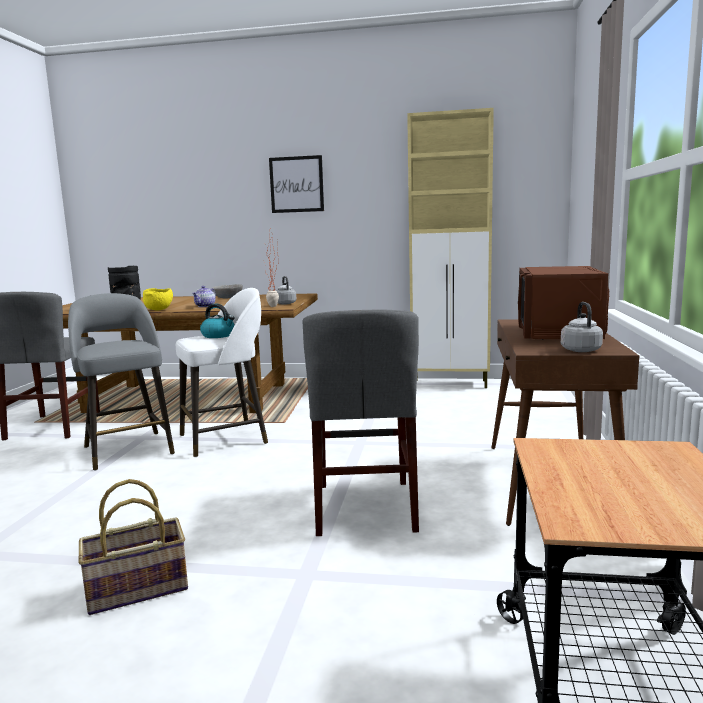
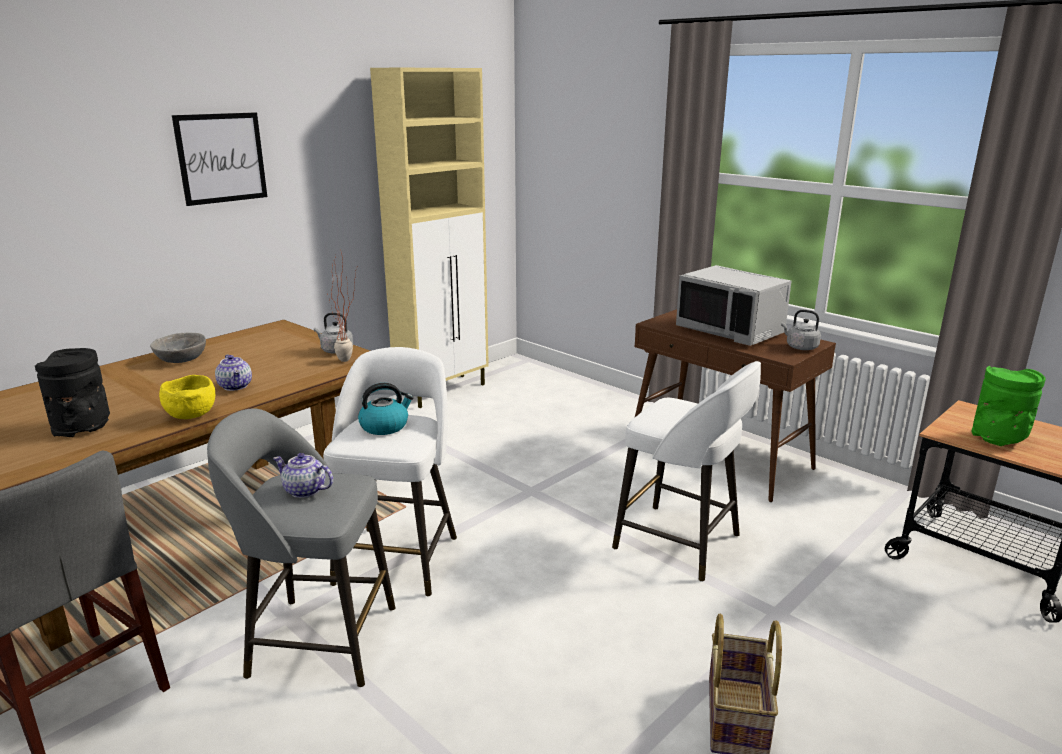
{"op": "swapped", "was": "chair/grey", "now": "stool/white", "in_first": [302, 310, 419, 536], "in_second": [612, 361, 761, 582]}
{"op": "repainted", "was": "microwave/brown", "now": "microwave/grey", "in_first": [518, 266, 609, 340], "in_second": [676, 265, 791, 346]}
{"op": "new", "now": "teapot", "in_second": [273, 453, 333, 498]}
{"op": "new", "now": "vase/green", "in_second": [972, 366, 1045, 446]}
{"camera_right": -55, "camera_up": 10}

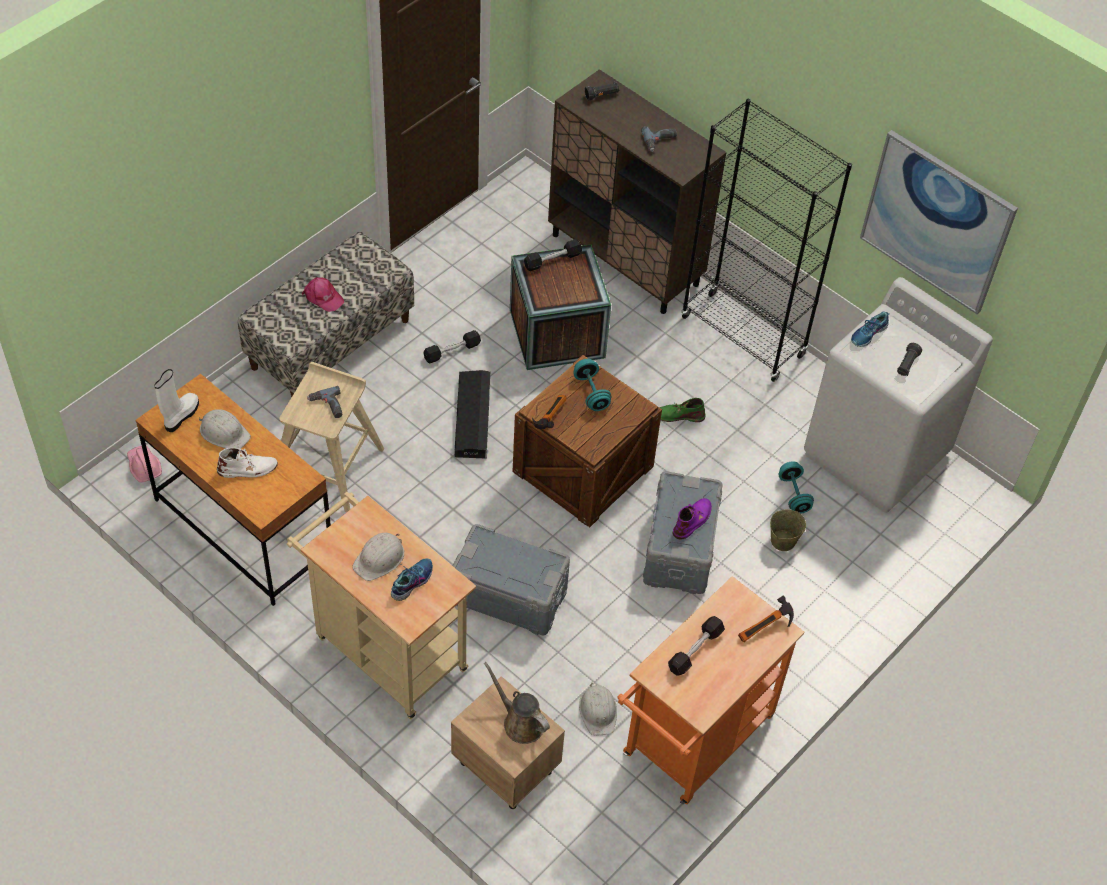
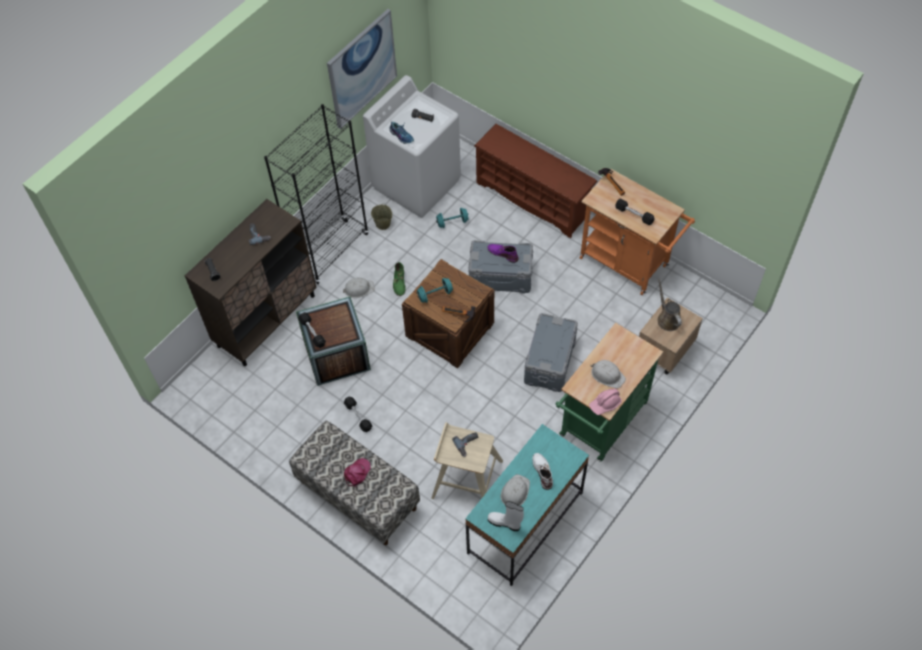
{"op": "shifted", "was": "hard hat/pink", "in_first": [127, 446, 162, 482], "in_second": [589, 389, 622, 415]}
{"op": "repainted", "was": "desk/brown", "now": "desk/turquoise", "in_first": [135, 374, 331, 606], "in_second": [465, 424, 589, 586]}
{"op": "repainted", "was": "cart/beige", "now": "cart/green", "in_first": [287, 492, 476, 719], "in_second": [556, 323, 663, 462]}
{"op": "gone", "was": "shoe", "in_first": [391, 558, 433, 601]}
{"op": "gone", "was": "storage box/black", "in_first": [455, 370, 490, 459]}
{"op": "rotated", "was": "watering can/brown", "in_first": [484, 662, 550, 744], "in_second": [658, 279, 682, 331], "clockwise": 120}
{"op": "shifted", "was": "hard hat/white", "in_first": [579, 683, 617, 735], "in_second": [343, 277, 375, 298]}
{"op": "shifted", "was": "bucket/beige", "in_first": [770, 509, 806, 551], "in_second": [371, 205, 392, 230]}
{"op": "new", "now": "shoe rack/brown", "in_second": [474, 124, 598, 238]}
{"camera_right": -90, "camera_up": 5}

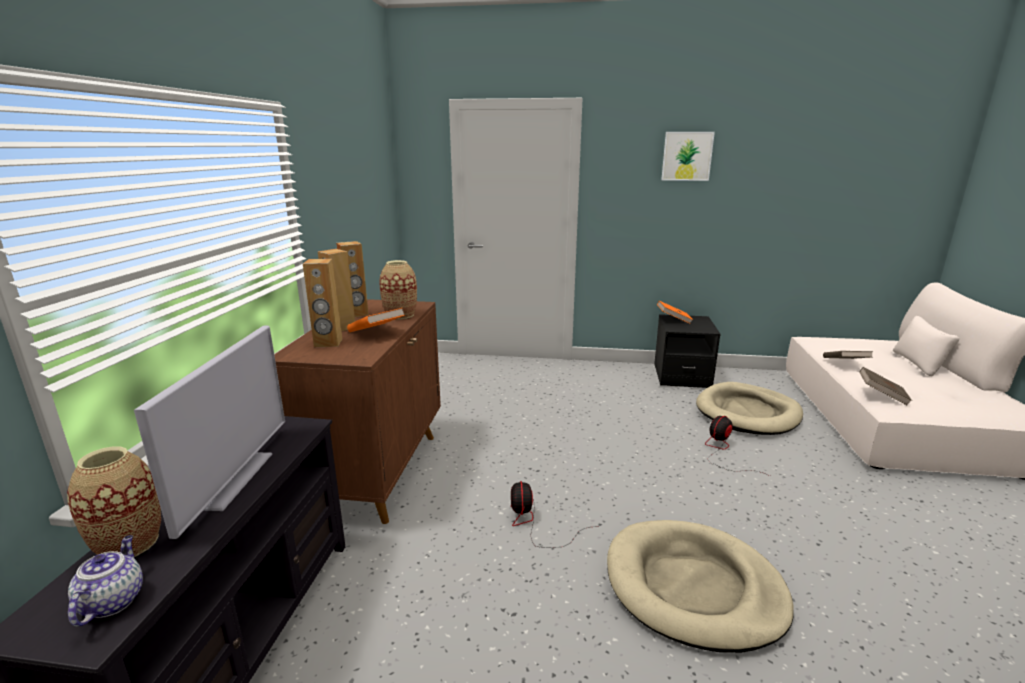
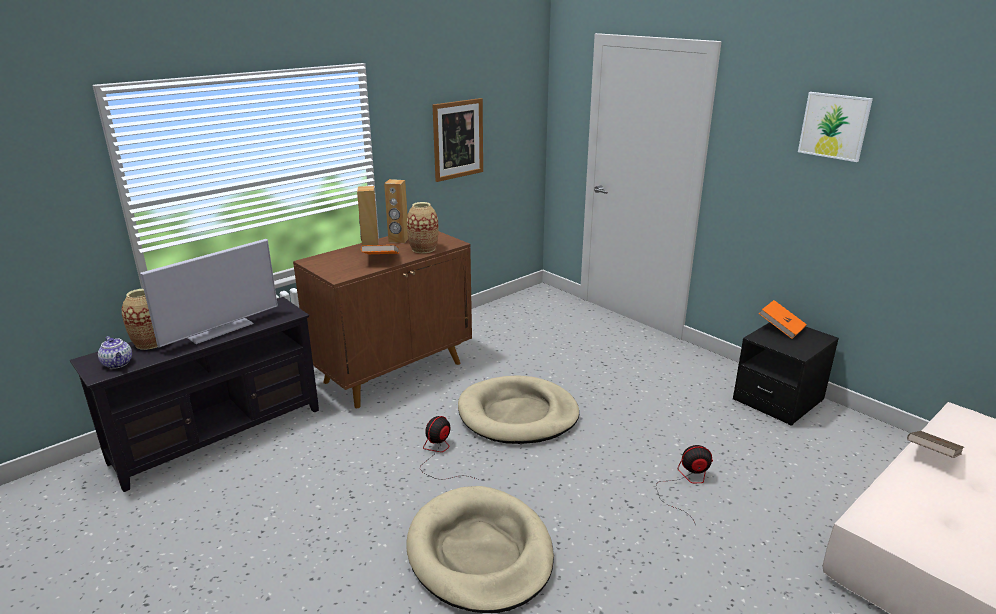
{"op": "rotated", "was": "teapot", "in_first": [68, 535, 143, 627], "in_second": [98, 336, 132, 369], "clockwise": 105}
{"op": "gone", "was": "speaker/brown", "in_first": [303, 259, 343, 347]}
{"op": "shifted", "was": "dog bed/beige", "in_first": [696, 382, 803, 435], "in_second": [458, 375, 579, 444]}
{"op": "gone", "was": "book/brown", "in_first": [859, 367, 912, 406]}
{"op": "new", "now": "picture", "in_second": [433, 98, 483, 182]}
{"camera_right": 40, "camera_up": 5}

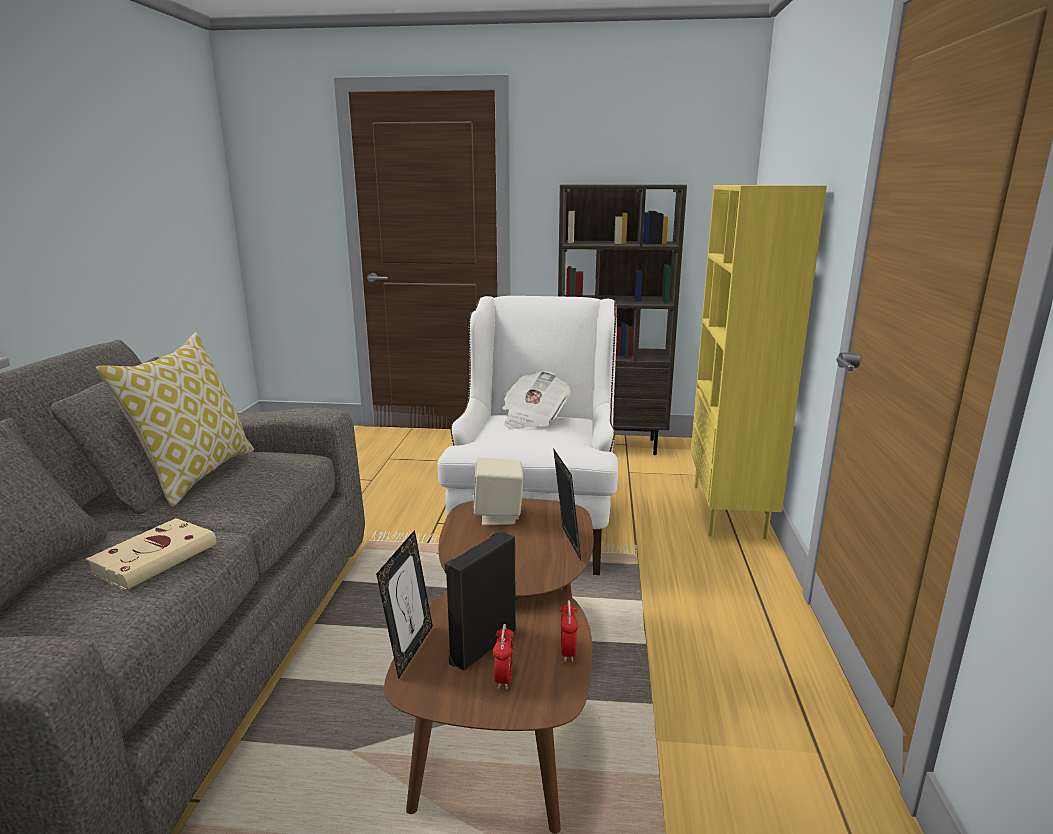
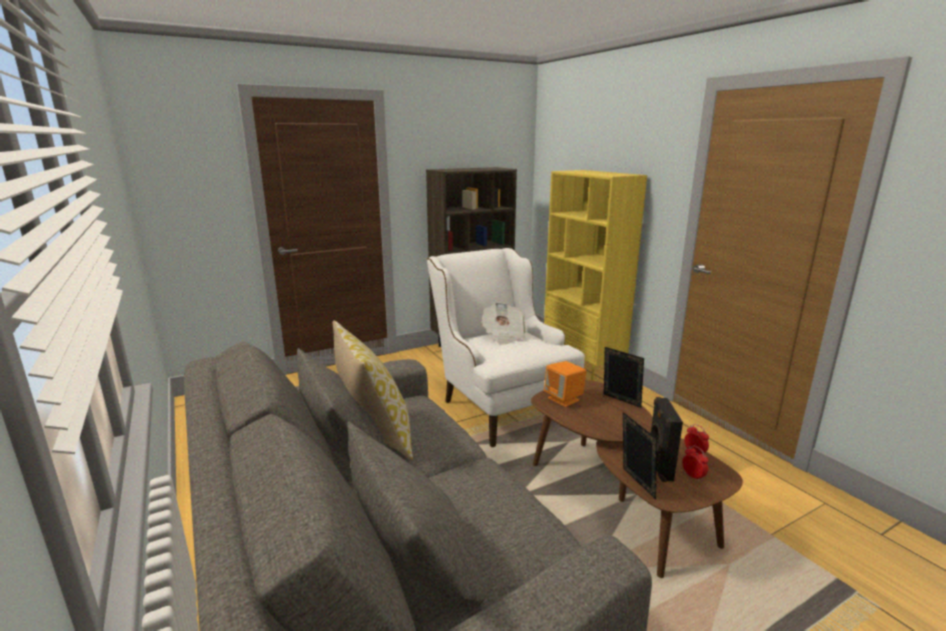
{"op": "gone", "was": "book/beige", "in_first": [86, 518, 218, 590]}
{"op": "repainted", "was": "speaker/beige", "now": "speaker/orange", "in_first": [473, 457, 524, 526], "in_second": [544, 361, 586, 407]}
{"camera_right": -35, "camera_up": 0}

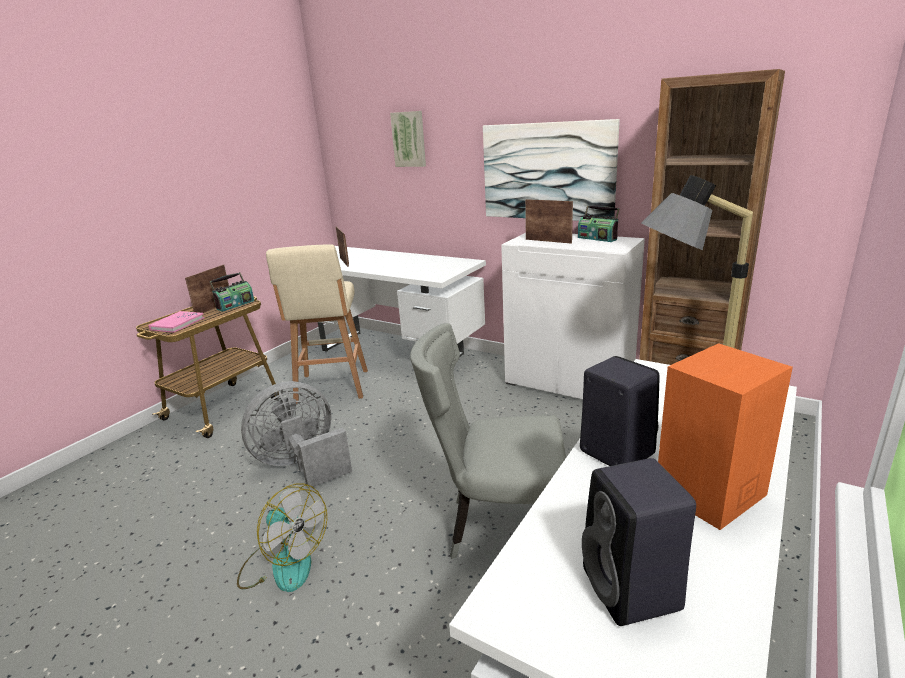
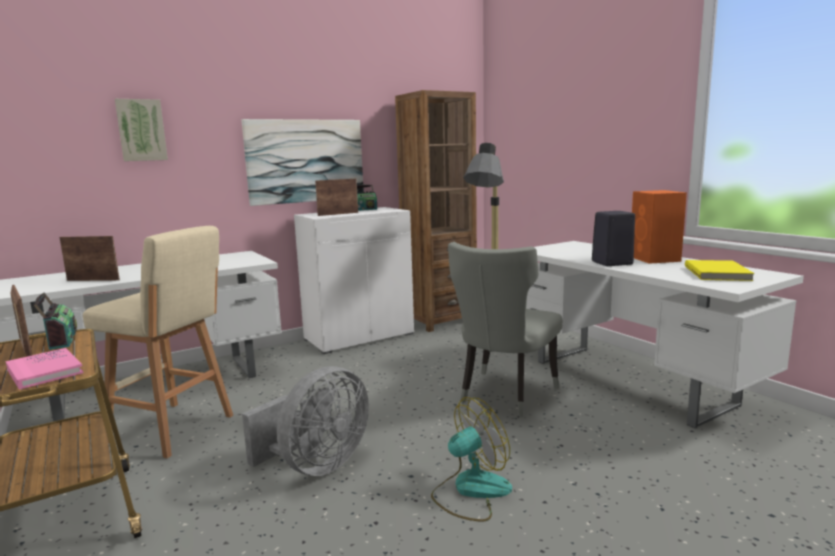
{"op": "rotated", "was": "fan/grey", "in_first": [241, 381, 352, 488], "in_second": [242, 366, 369, 476], "clockwise": -135}
{"op": "swapped", "was": "speaker/black", "now": "book/yellow", "in_first": [582, 458, 696, 626], "in_second": [685, 260, 754, 281]}
{"camera_right": -65, "camera_up": -10}

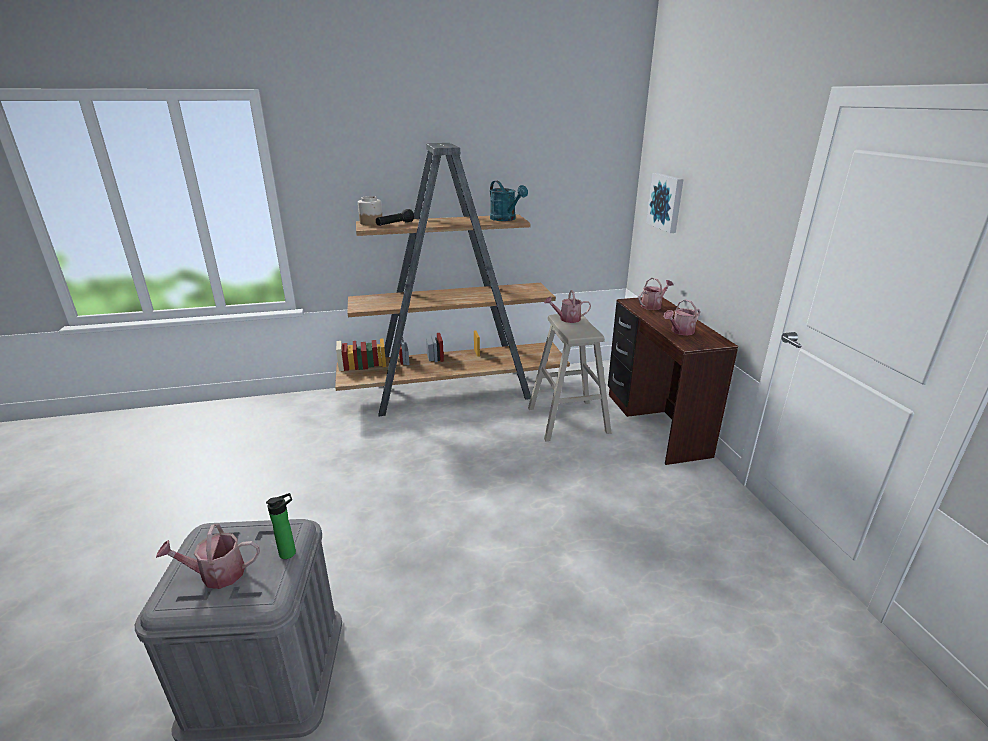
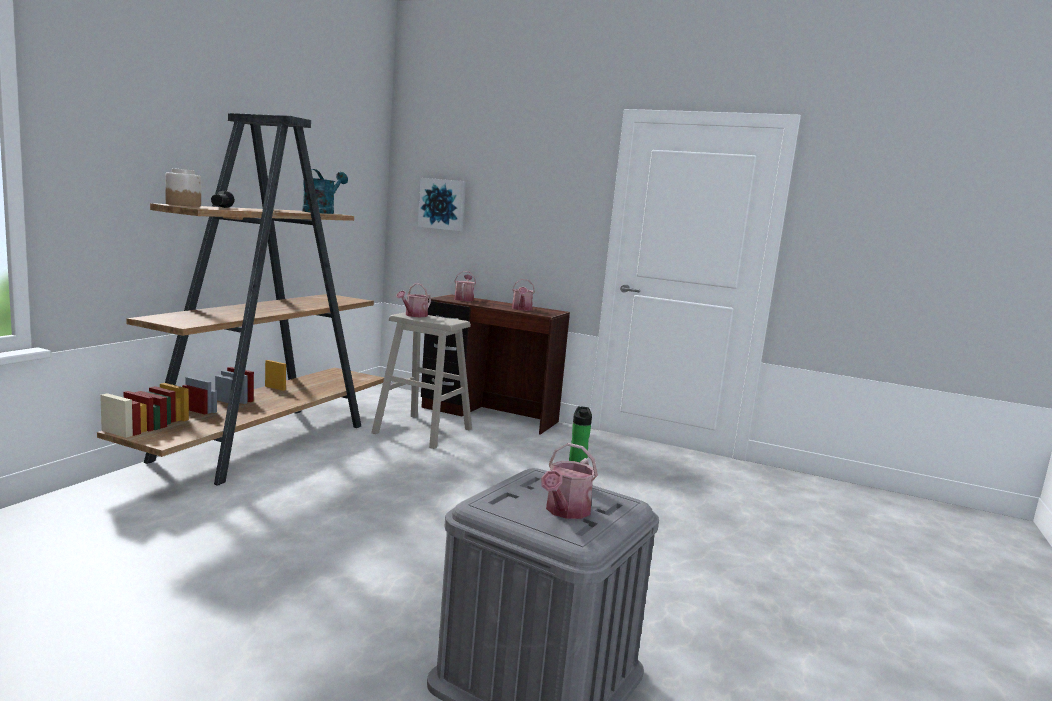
{"op": "rotated", "was": "watering can/turquoise", "in_first": [490, 181, 528, 221], "in_second": [302, 169, 348, 214], "clockwise": -75}
{"camera_right": -55, "camera_up": -15}

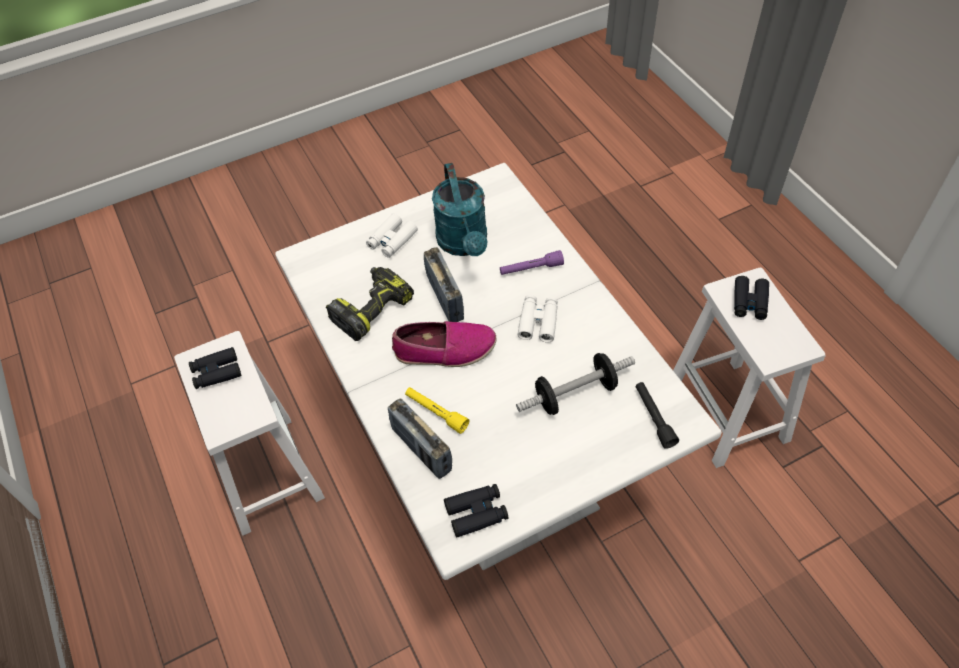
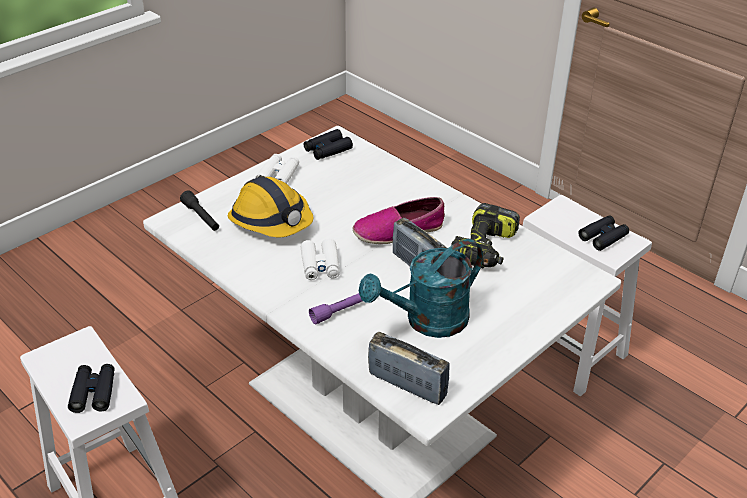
{"op": "shifted", "was": "binoculars/white", "in_first": [366, 213, 418, 258], "in_second": [255, 154, 299, 184]}
{"op": "shifted", "was": "radio", "in_first": [388, 398, 452, 479], "in_second": [368, 332, 450, 405]}
{"op": "gone", "was": "flashlight/yellow", "in_first": [405, 387, 469, 434]}
{"op": "rotated", "was": "watering can/turquoise", "in_first": [432, 163, 488, 256], "in_second": [359, 239, 483, 338], "clockwise": -90}
{"op": "swapped", "was": "dumbbell", "now": "hard hat", "in_first": [516, 353, 635, 415], "in_second": [228, 177, 313, 237]}
{"camera_right": 160, "camera_up": -15}

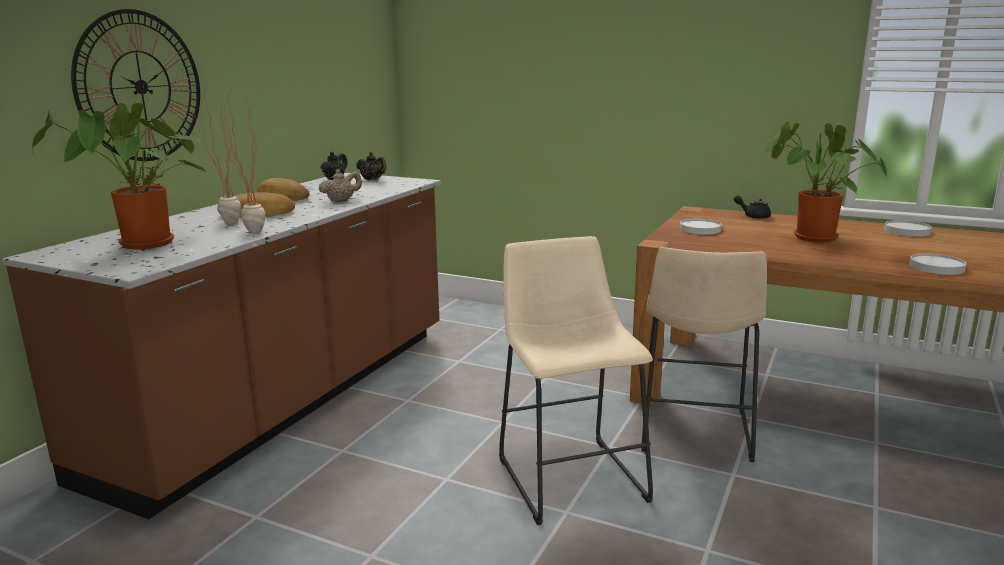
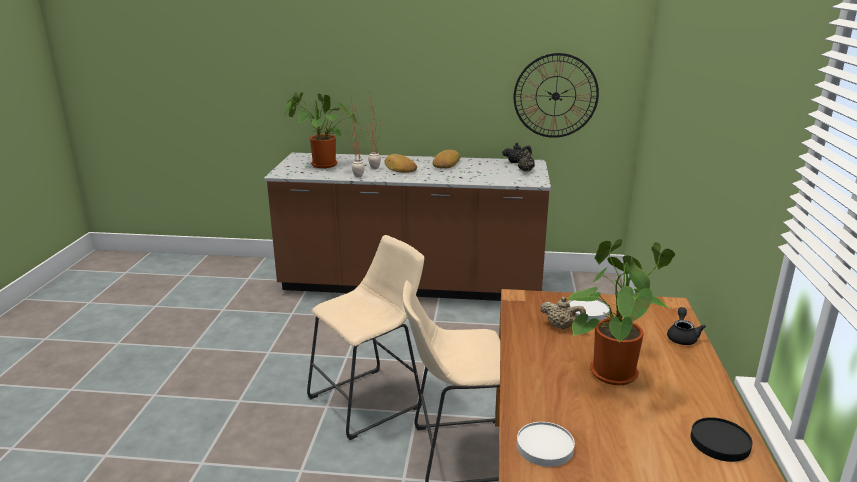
{"op": "shifted", "was": "wall clock", "in_first": [71, 9, 200, 161], "in_second": [514, 53, 599, 138]}
{"op": "shifted", "was": "teapot/beige", "in_first": [319, 169, 362, 202], "in_second": [540, 297, 586, 329]}
{"op": "repainted", "was": "plate/white", "now": "plate/black", "in_first": [884, 220, 932, 236], "in_second": [691, 417, 753, 462]}
{"camera_right": 70, "camera_up": 5}

